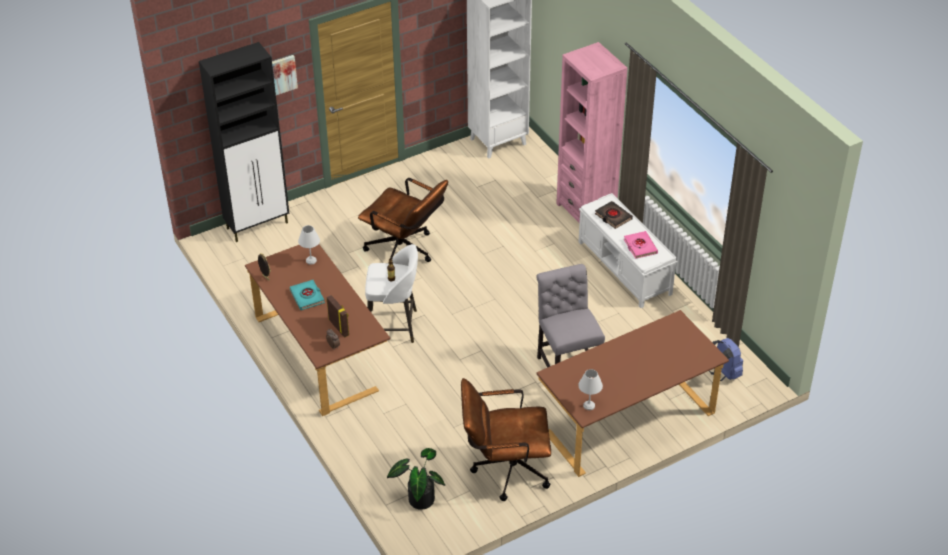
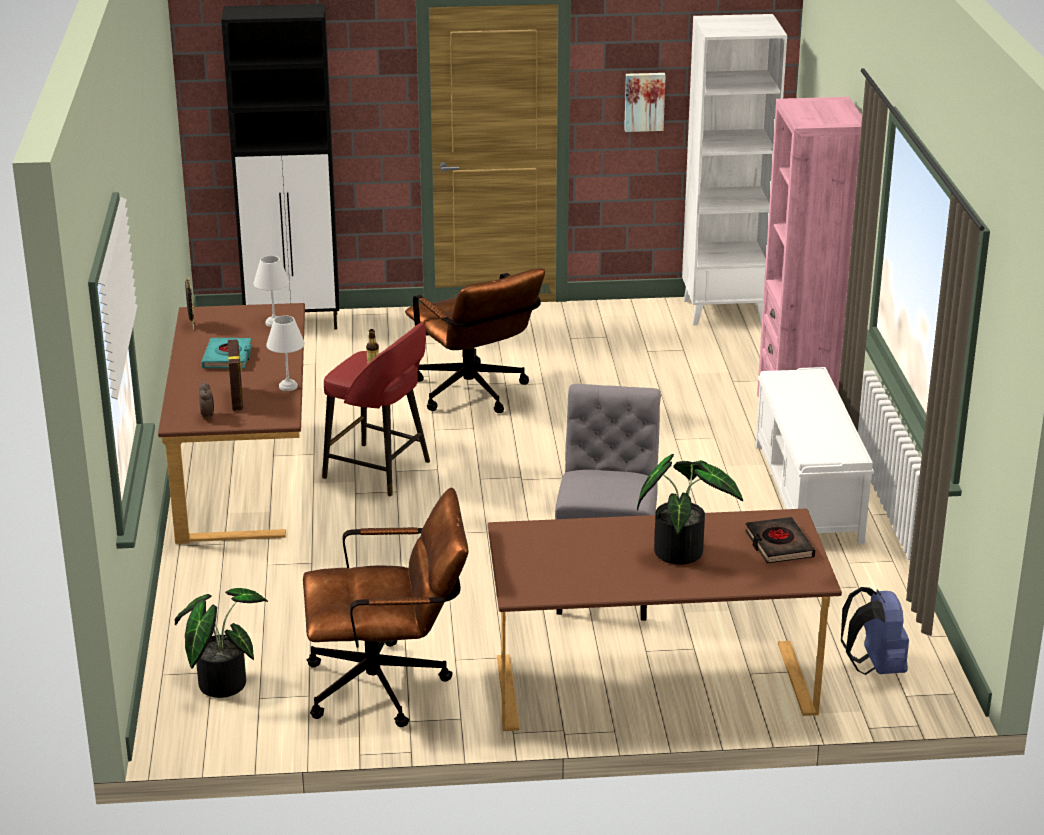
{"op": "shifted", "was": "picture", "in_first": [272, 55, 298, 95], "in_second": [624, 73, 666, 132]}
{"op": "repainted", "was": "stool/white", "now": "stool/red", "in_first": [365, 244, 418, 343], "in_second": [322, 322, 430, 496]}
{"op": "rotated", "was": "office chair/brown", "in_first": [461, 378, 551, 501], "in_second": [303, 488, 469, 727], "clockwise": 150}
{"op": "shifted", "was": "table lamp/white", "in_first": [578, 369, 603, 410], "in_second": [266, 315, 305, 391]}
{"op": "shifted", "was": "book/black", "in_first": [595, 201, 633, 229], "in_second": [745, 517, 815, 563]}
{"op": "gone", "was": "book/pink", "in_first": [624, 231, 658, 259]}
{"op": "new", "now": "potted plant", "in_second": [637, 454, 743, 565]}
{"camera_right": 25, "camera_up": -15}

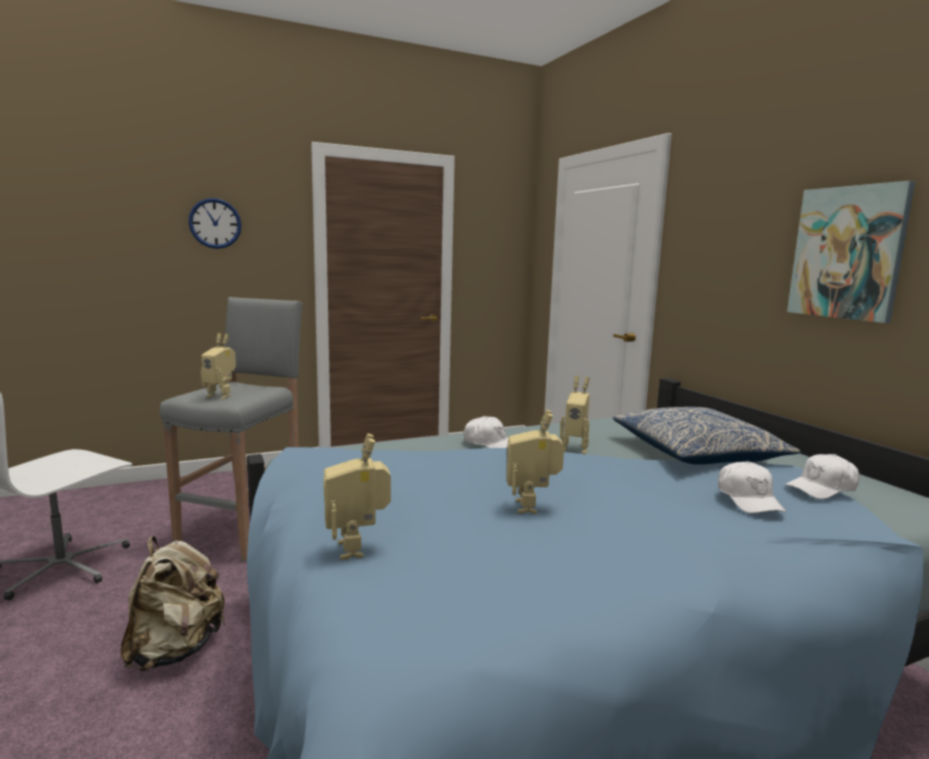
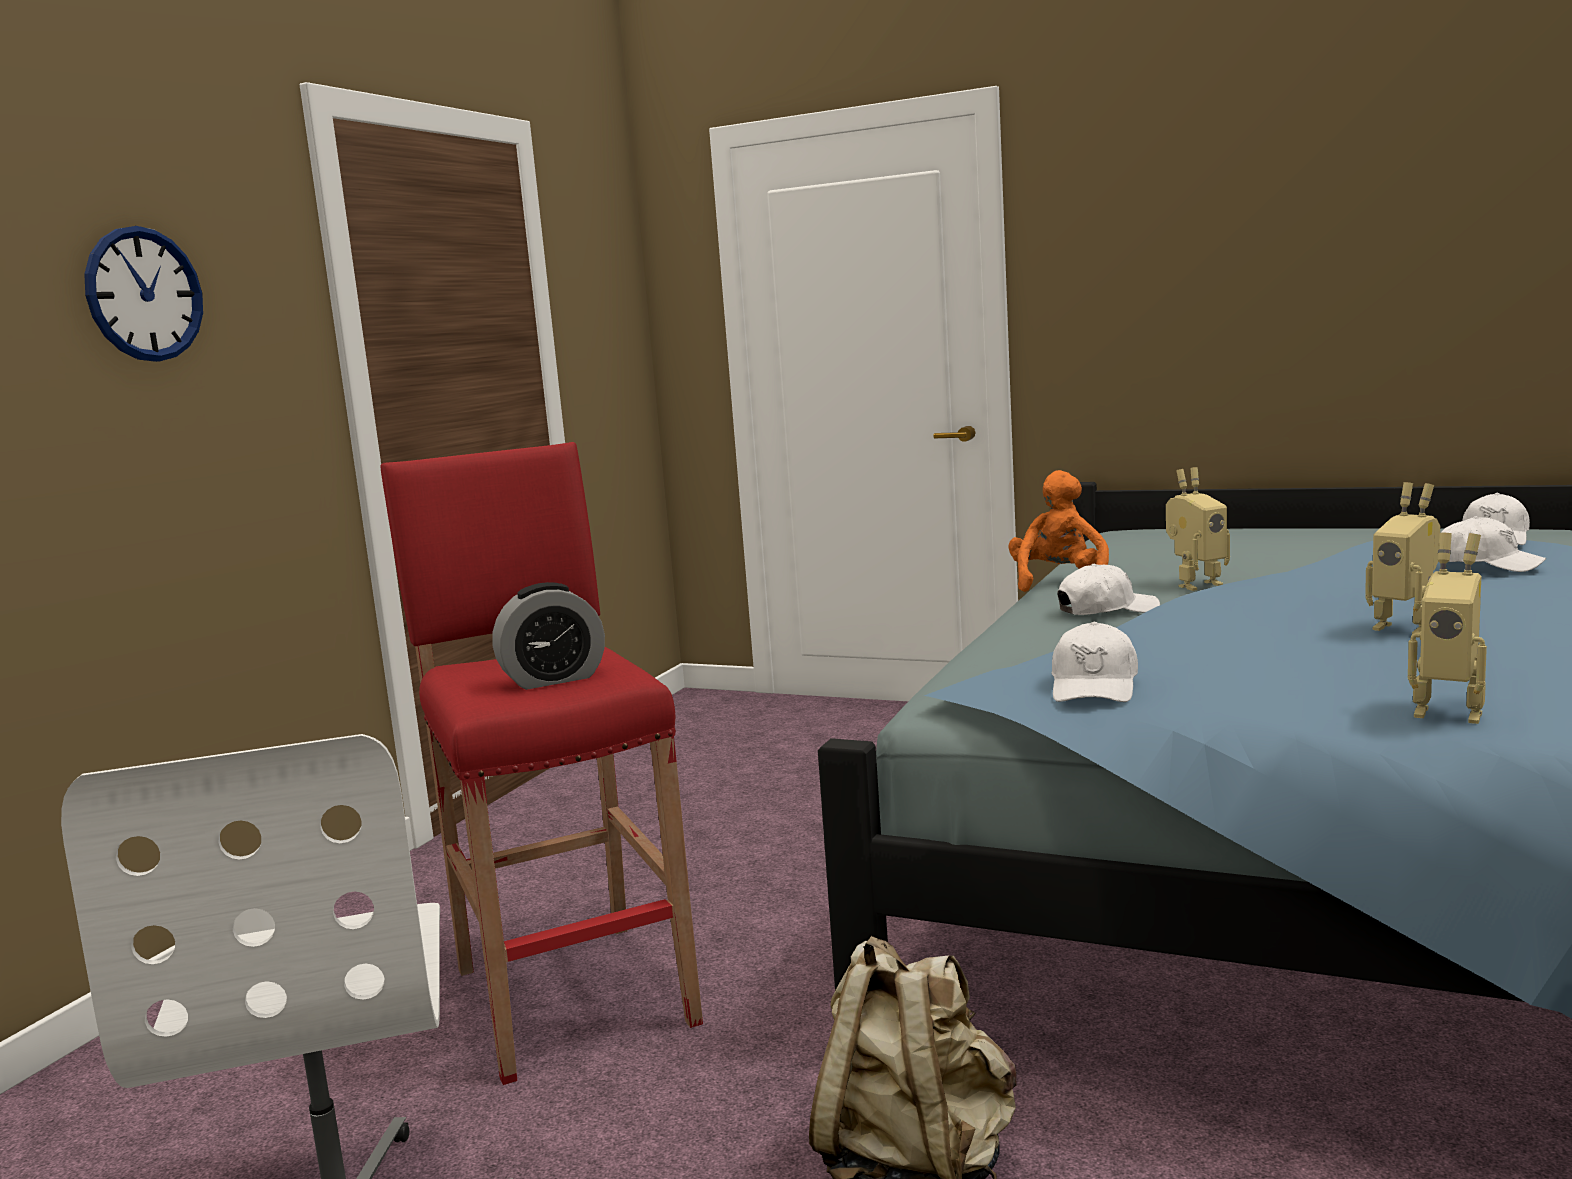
{"op": "repainted", "was": "stool/grey", "now": "stool/red", "in_first": [160, 297, 302, 562], "in_second": [380, 442, 703, 1085]}
{"op": "swapped", "was": "toy robot", "now": "alarm clock", "in_first": [201, 333, 236, 399], "in_second": [492, 582, 605, 690]}
{"op": "gone", "was": "pillow", "in_first": [613, 407, 801, 465]}
{"op": "gone", "was": "picture", "in_first": [787, 181, 915, 323]}
{"op": "new", "now": "plush toy/orange", "in_second": [1008, 470, 1109, 592]}
{"op": "new", "now": "cap/white", "in_second": [1051, 622, 1138, 702]}
{"camera_right": -40, "camera_up": 0}

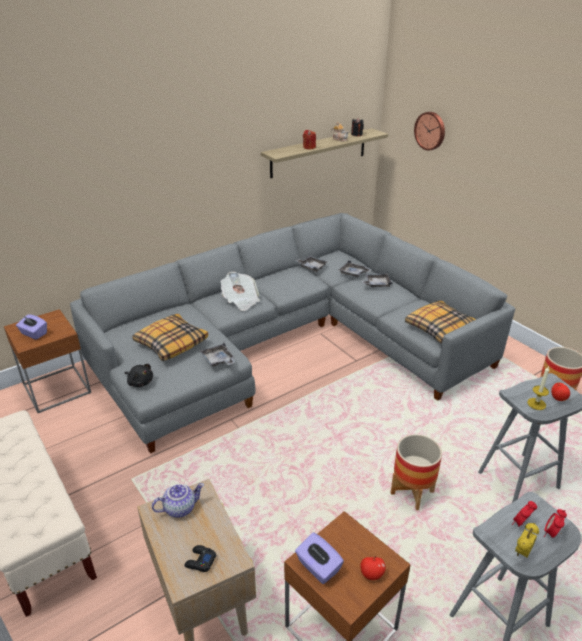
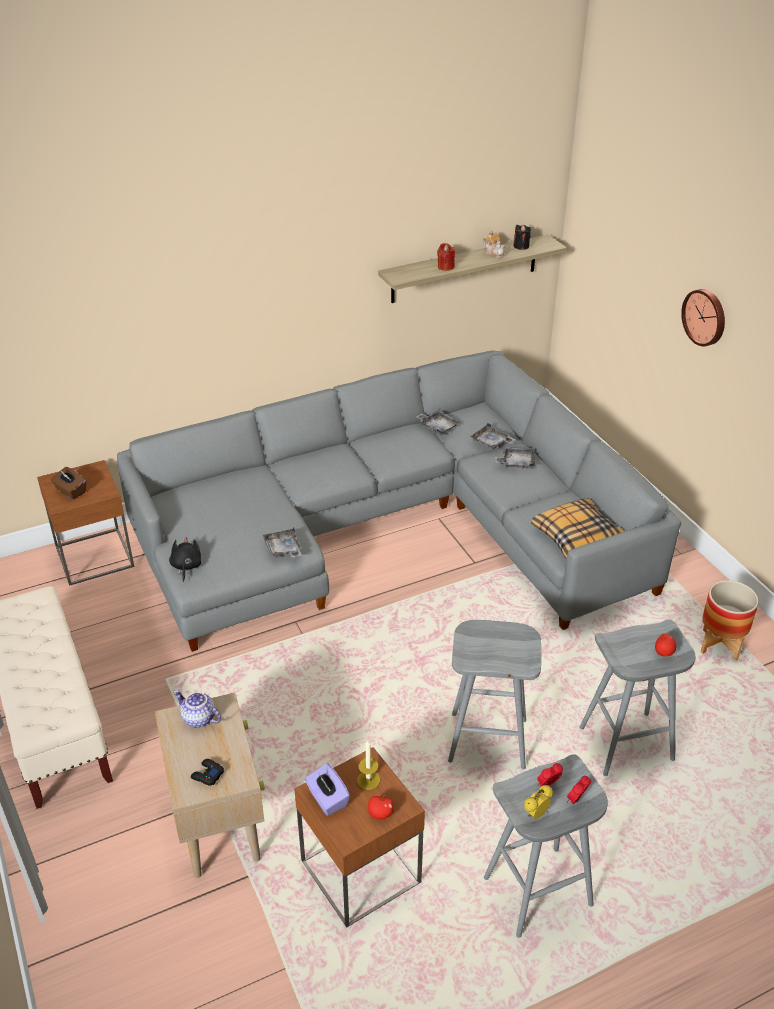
{"op": "repainted", "was": "tissue box/purple", "now": "tissue box/brown", "in_first": [16, 315, 47, 340], "in_second": [51, 467, 86, 499]}
{"op": "rotated", "was": "plush toy/black", "in_first": [125, 364, 153, 387], "in_second": [169, 537, 201, 582], "clockwise": -135}
{"op": "gone", "was": "pillow", "in_first": [132, 314, 208, 361]}
{"op": "rotated", "was": "teapot", "in_first": [152, 483, 204, 518], "in_second": [173, 690, 221, 728], "clockwise": -135}
{"op": "gone", "was": "newspaper", "in_first": [221, 272, 260, 311]}
{"op": "swapped", "was": "planter", "now": "stool/grey", "in_first": [391, 434, 442, 510], "in_second": [448, 620, 541, 769]}
{"op": "shifted", "was": "wall clock", "in_first": [414, 112, 445, 151], "in_second": [681, 289, 725, 346]}
{"op": "shifted", "was": "candle", "in_first": [527, 367, 549, 410], "in_second": [357, 741, 380, 790]}
{"camera_right": 10, "camera_up": 5}

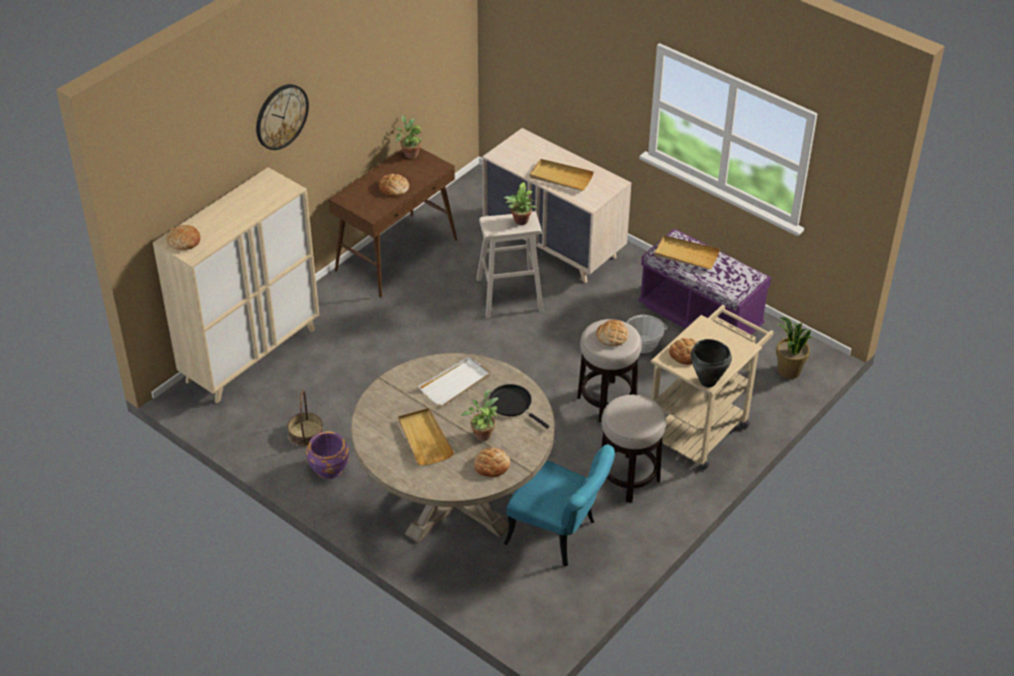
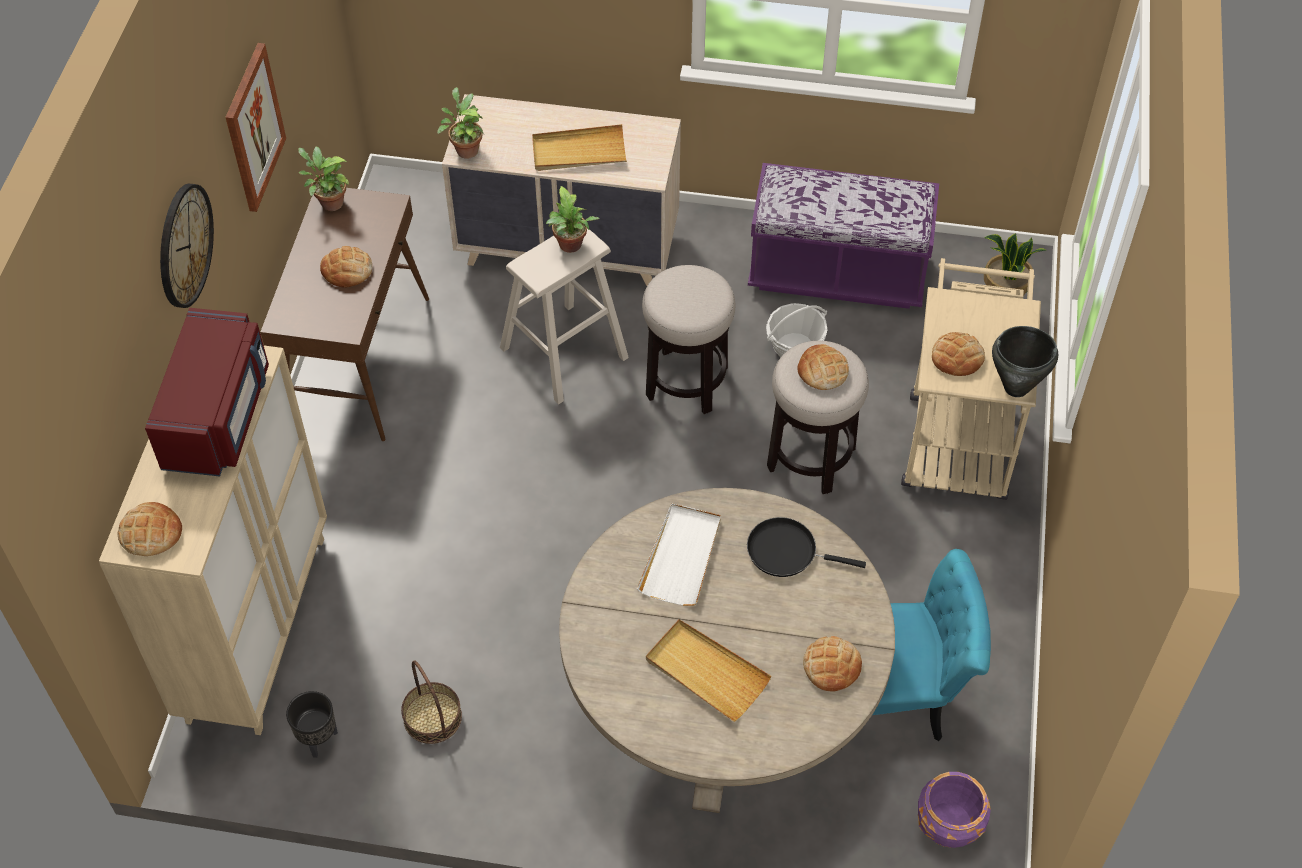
{"op": "shifted", "was": "planter/purple", "in_first": [306, 431, 349, 479], "in_second": [918, 772, 991, 848]}
{"op": "shifted", "was": "potted plant", "in_first": [461, 389, 498, 441], "in_second": [437, 87, 484, 159]}
{"op": "shifted", "was": "stool", "in_first": [601, 395, 666, 503], "in_second": [642, 265, 736, 414]}
{"op": "gone", "was": "tray/beige", "in_first": [654, 236, 720, 270]}
{"op": "new", "now": "microwave/red", "in_second": [145, 308, 269, 476]}
{"op": "new", "now": "picture", "in_second": [225, 43, 286, 212]}
{"op": "new", "now": "planter/black", "in_second": [286, 691, 338, 758]}
{"camera_right": -30, "camera_up": 10}

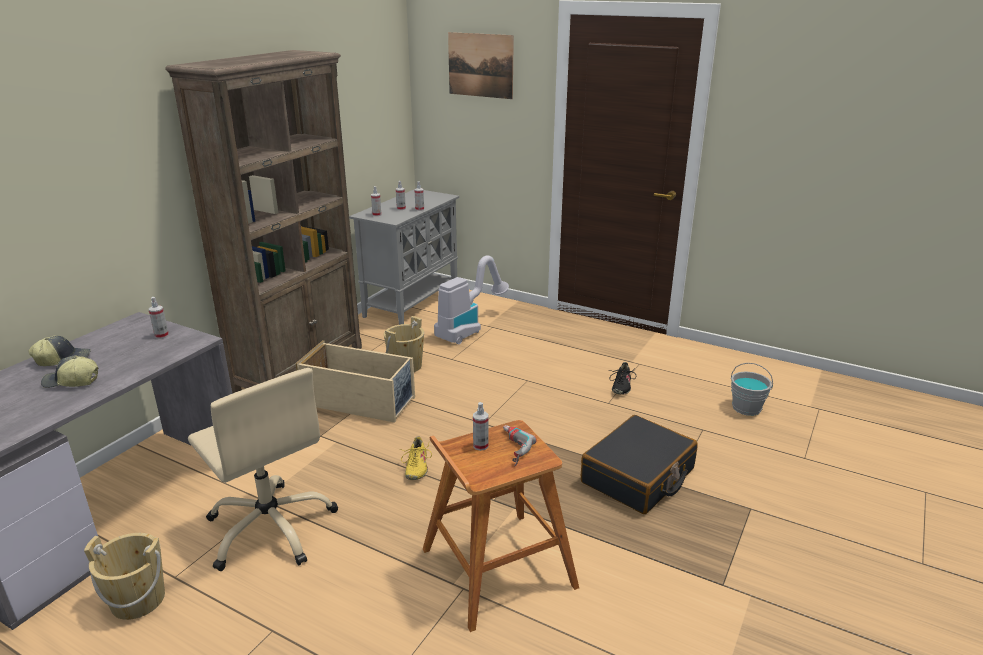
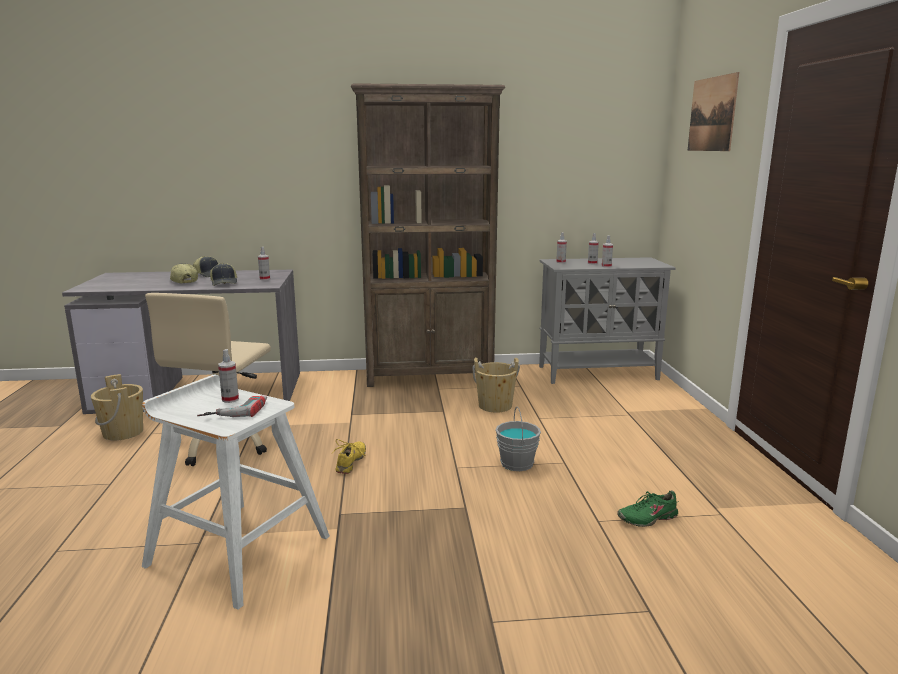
{"op": "gone", "was": "storage box/beige", "in_first": [295, 340, 415, 423]}
{"op": "rotated", "was": "shoe/yellow", "in_first": [400, 436, 432, 480], "in_second": [332, 439, 366, 474], "clockwise": 135}
{"op": "repainted", "was": "stool/brown", "now": "stool/white", "in_first": [423, 420, 579, 632], "in_second": [142, 375, 330, 610]}
{"op": "gone", "was": "vacuum cleaner", "in_first": [434, 255, 509, 344]}
{"op": "gone", "was": "suitcase/black", "in_first": [581, 415, 697, 514]}
{"op": "repainted", "was": "shoe/black", "now": "shoe/green", "in_first": [609, 362, 637, 395], "in_second": [617, 490, 678, 527]}
{"op": "shifted", "was": "bucket/grey", "in_first": [731, 363, 773, 416], "in_second": [495, 406, 541, 471]}
{"op": "new", "now": "cap", "in_second": [210, 262, 237, 286]}
{"camera_right": 55, "camera_up": -10}

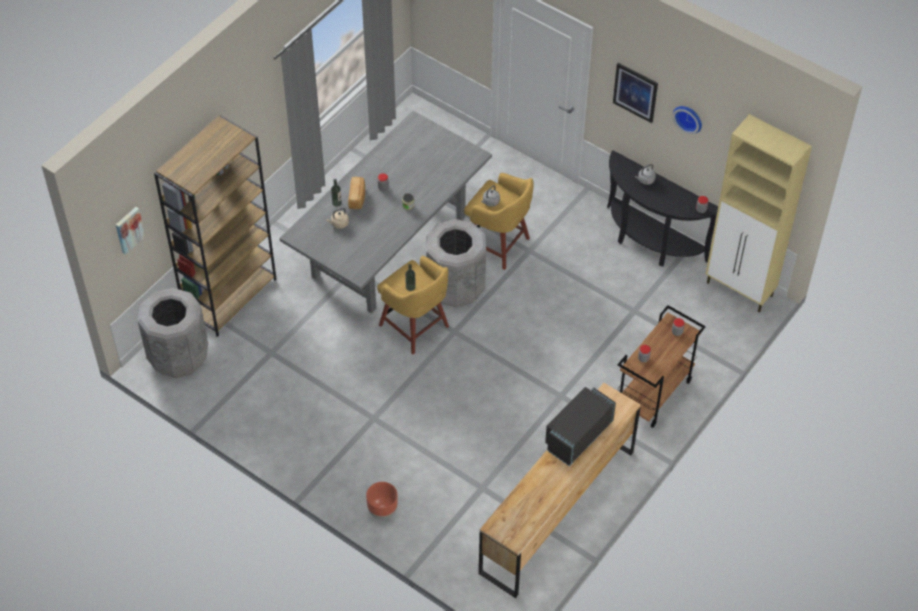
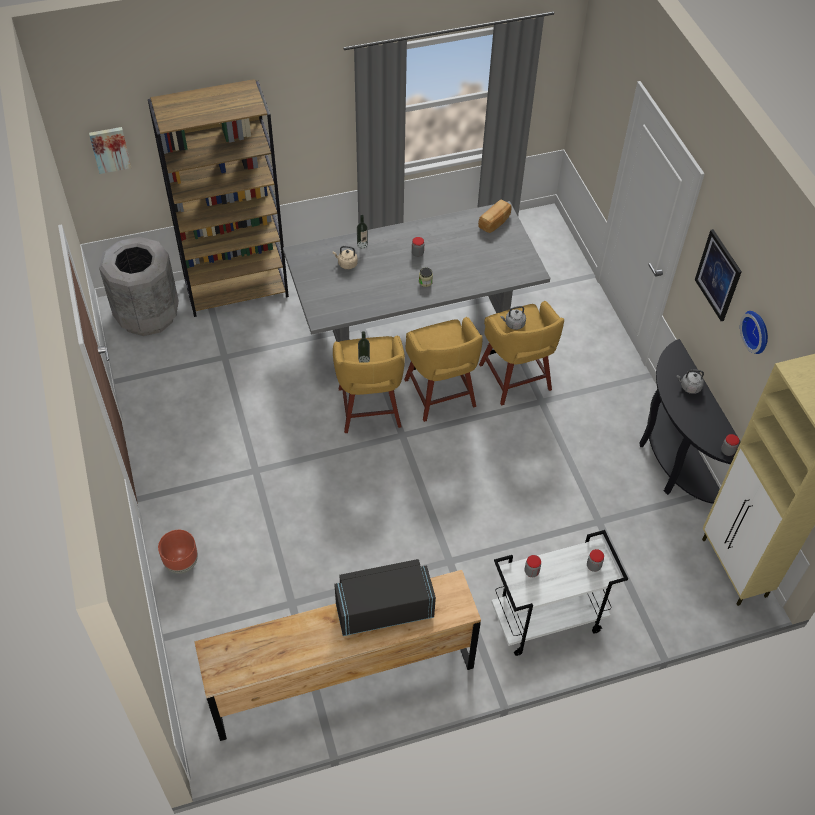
{"op": "shifted", "was": "bread", "in_first": [348, 177, 365, 209], "in_second": [478, 200, 512, 233]}
{"op": "swapped", "was": "trash can/grey", "now": "stool/yellow", "in_first": [426, 219, 486, 307], "in_second": [404, 317, 483, 422]}
{"op": "repainted", "was": "cart/brown", "now": "cart/white", "in_first": [618, 305, 706, 428], "in_second": [491, 530, 628, 656]}
{"camera_right": 35, "camera_up": 0}

